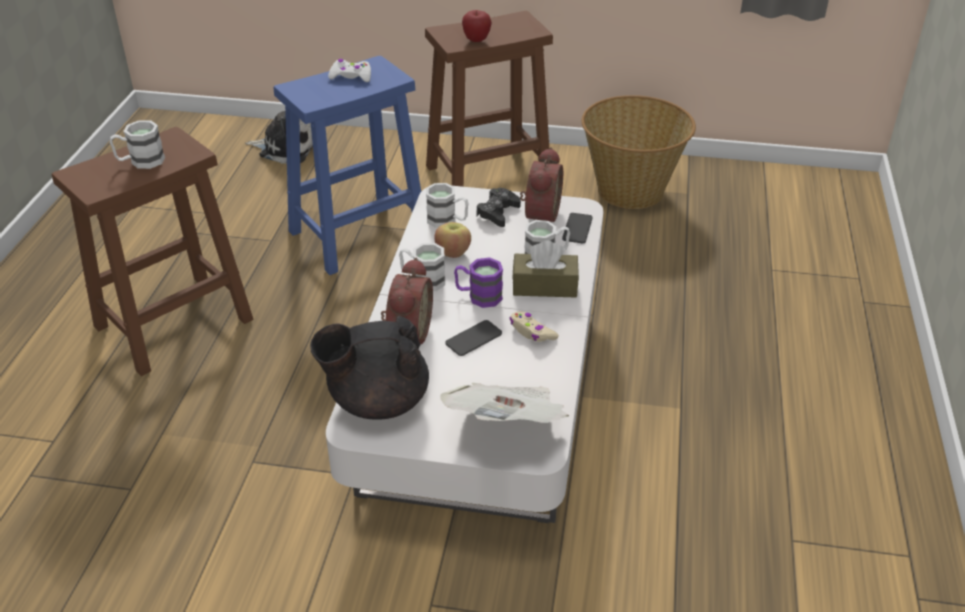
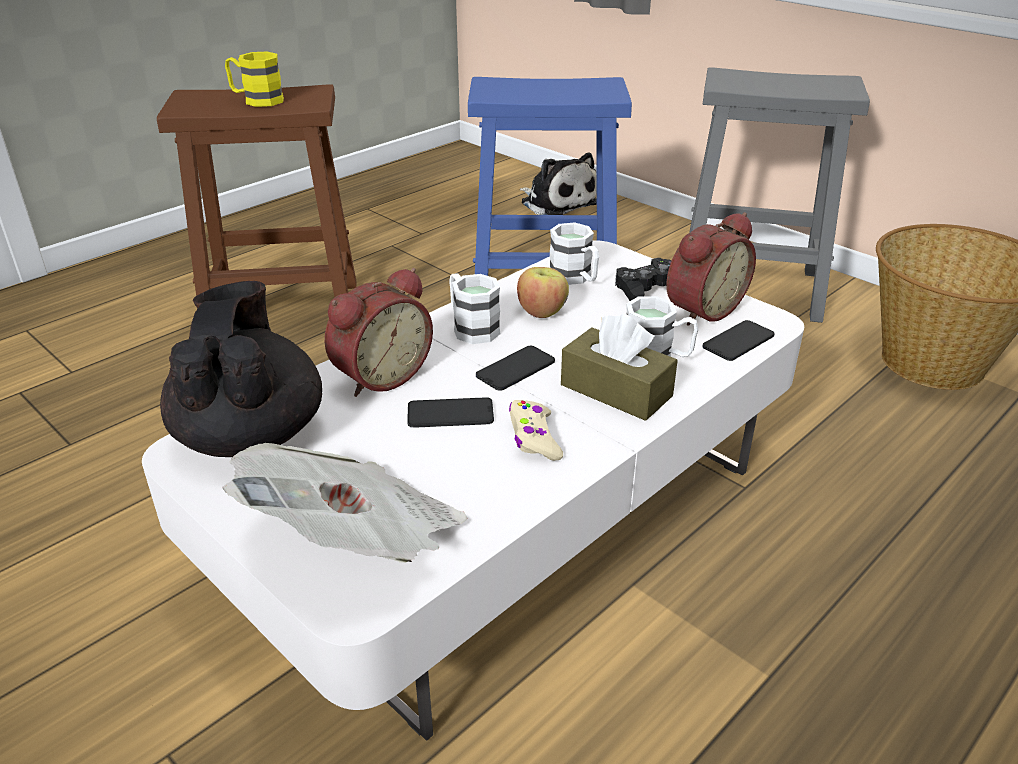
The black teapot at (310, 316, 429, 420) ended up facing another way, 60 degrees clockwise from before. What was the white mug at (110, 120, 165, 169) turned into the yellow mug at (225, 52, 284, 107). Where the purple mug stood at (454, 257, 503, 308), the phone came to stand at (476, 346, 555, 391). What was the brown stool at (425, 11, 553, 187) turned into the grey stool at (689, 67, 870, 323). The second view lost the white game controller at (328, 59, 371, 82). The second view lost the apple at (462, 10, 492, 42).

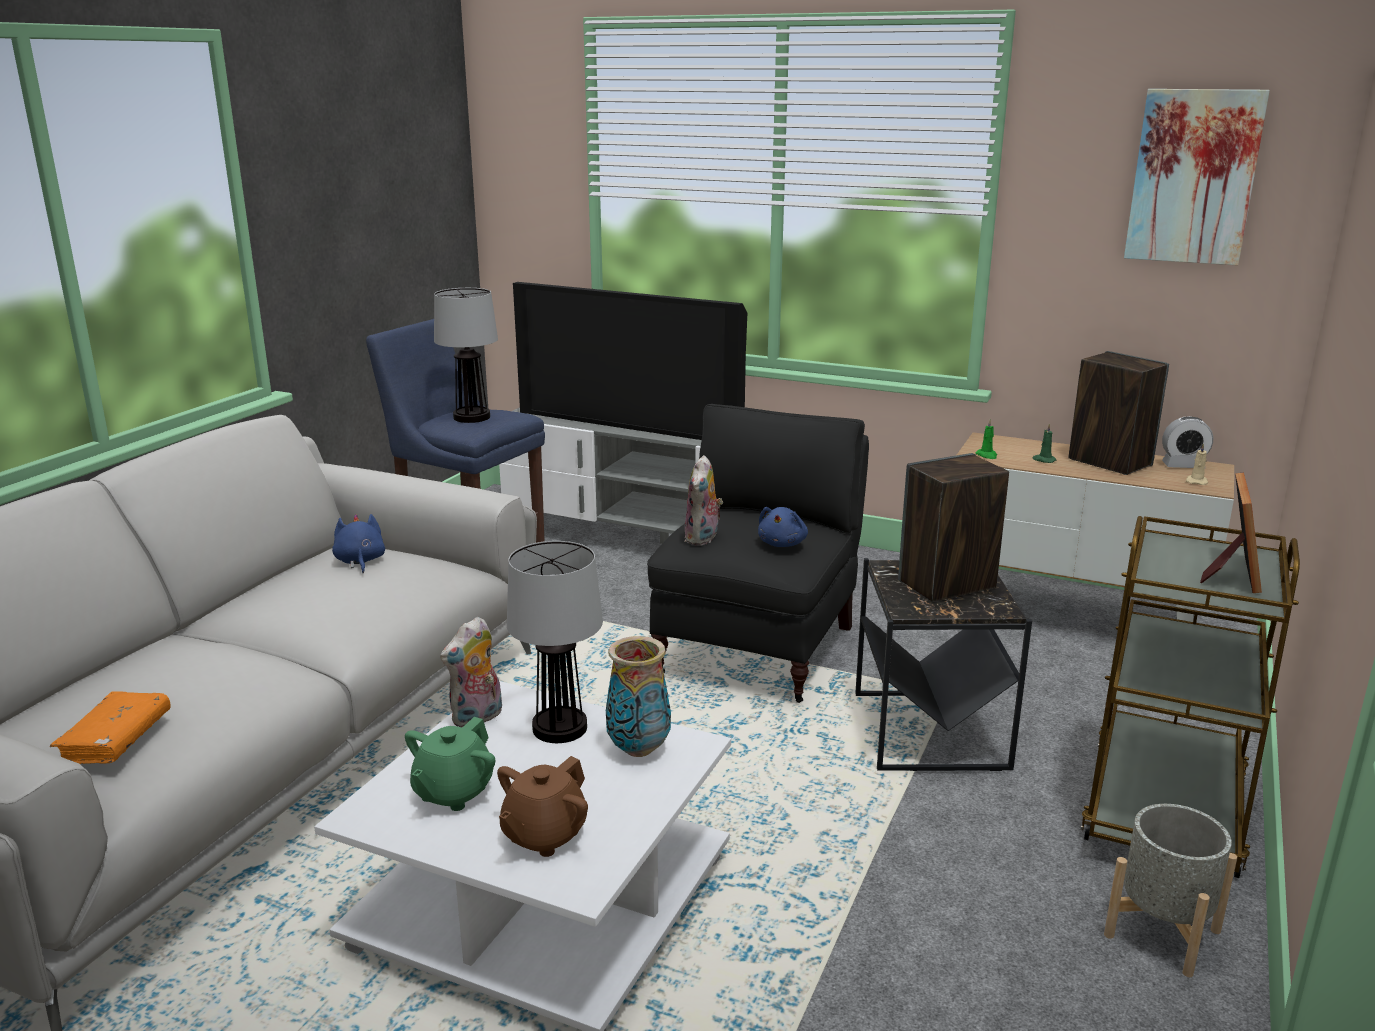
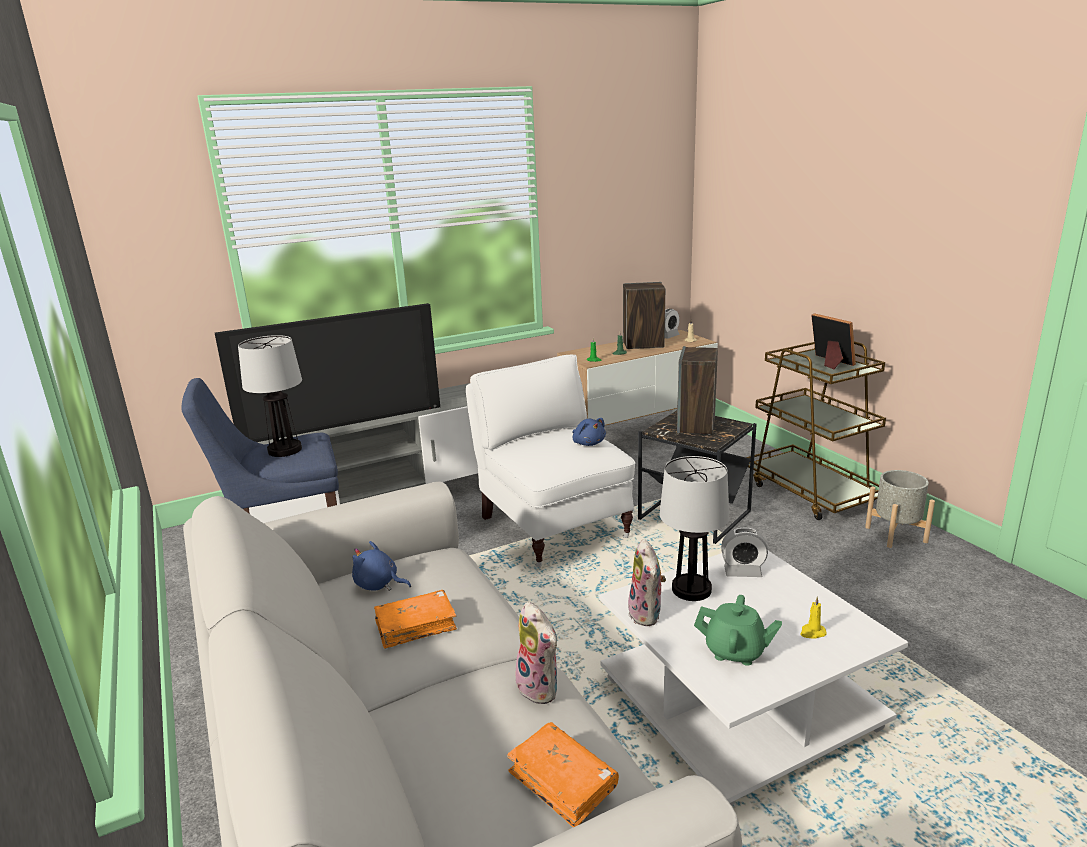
The second view gained the orange book at (374, 590, 457, 649). What was the black armchair at (647, 404, 869, 703) turned into the white armchair at (466, 354, 635, 567). The plush toy ended up elsewhere, having gone from (685, 455, 723, 545) to (515, 602, 558, 704). The green teapot at (405, 717, 495, 811) ended up facing another way, 45 degrees counterclockwise from before. Where the vase stood at (606, 636, 671, 757), the alarm clock came to stand at (721, 527, 768, 577). Where the brown teapot stood at (497, 756, 588, 857), the yellow candle came to stand at (800, 596, 826, 639). The second view lost the picture at (1124, 89, 1270, 265).

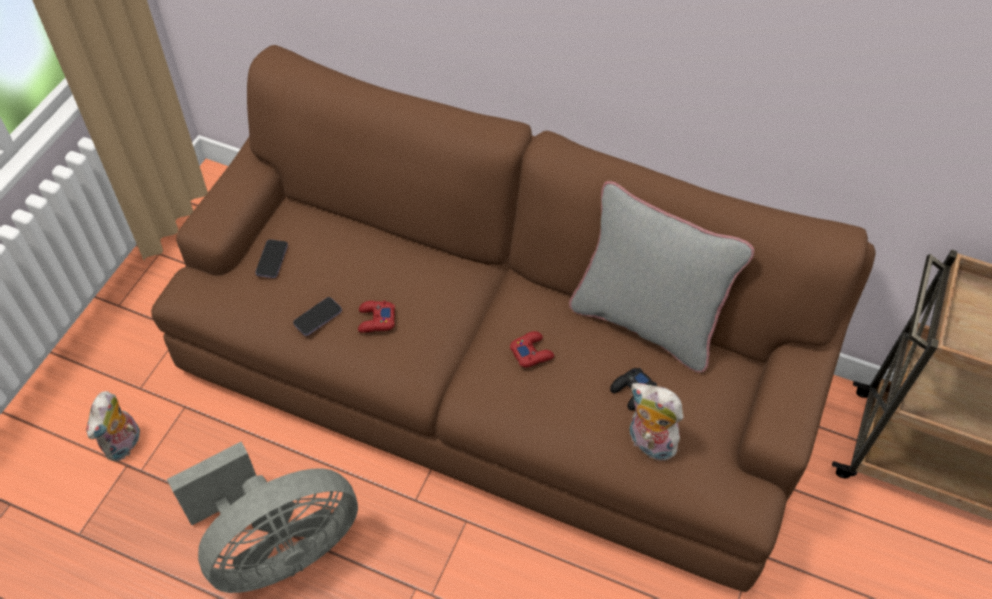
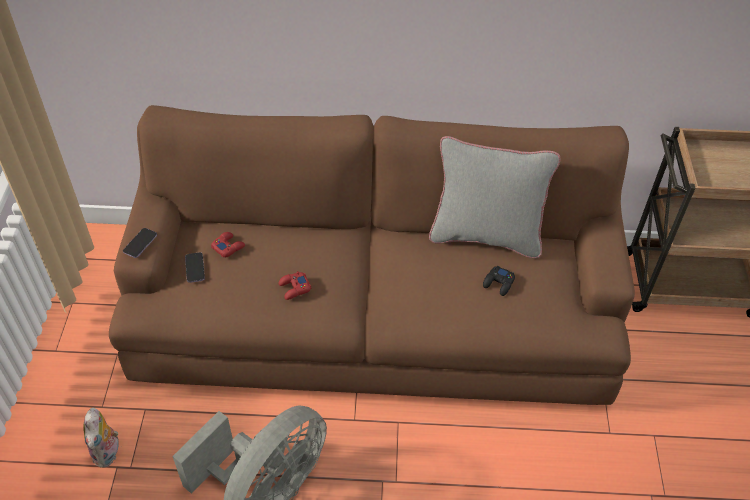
The phone ended up elsewhere, having gone from (293, 297, 342, 336) to (123, 228, 157, 258). The red game controller ended up elsewhere, having gone from (510, 331, 554, 368) to (211, 232, 245, 257). The second view lost the plush toy at (630, 383, 683, 461).

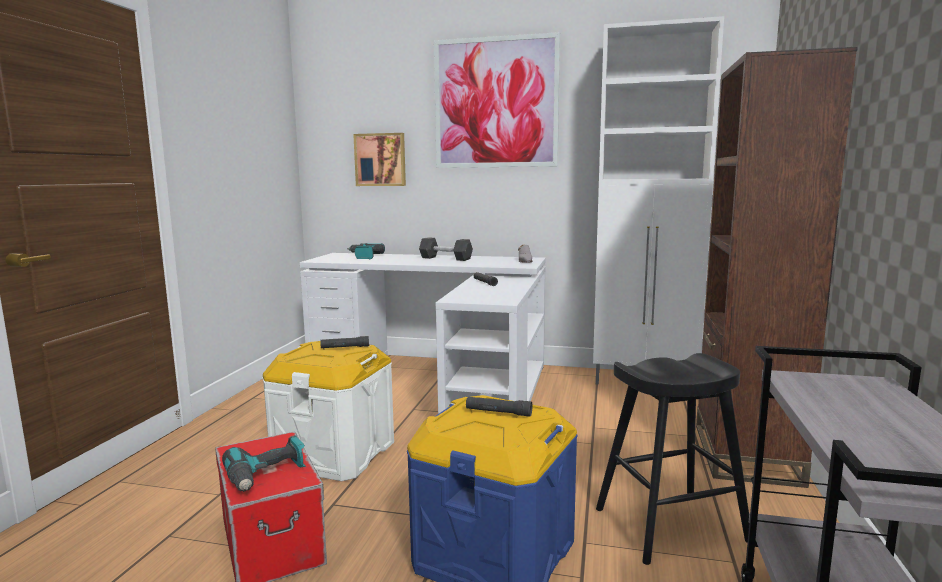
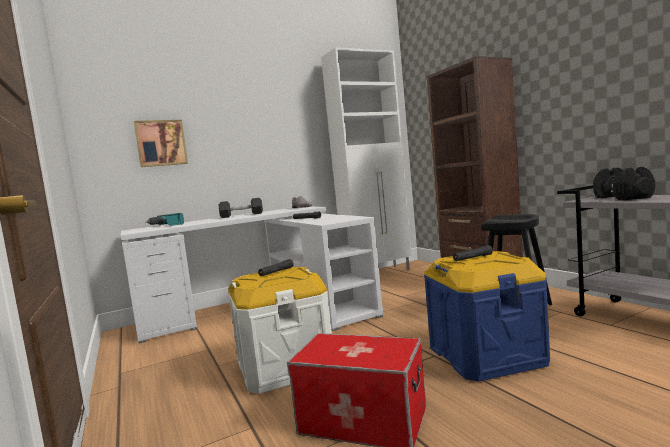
The second view gained the black dumbbell at (593, 167, 655, 200). The second view lost the power drill at (222, 435, 306, 492). The second view lost the picture at (434, 32, 560, 168).

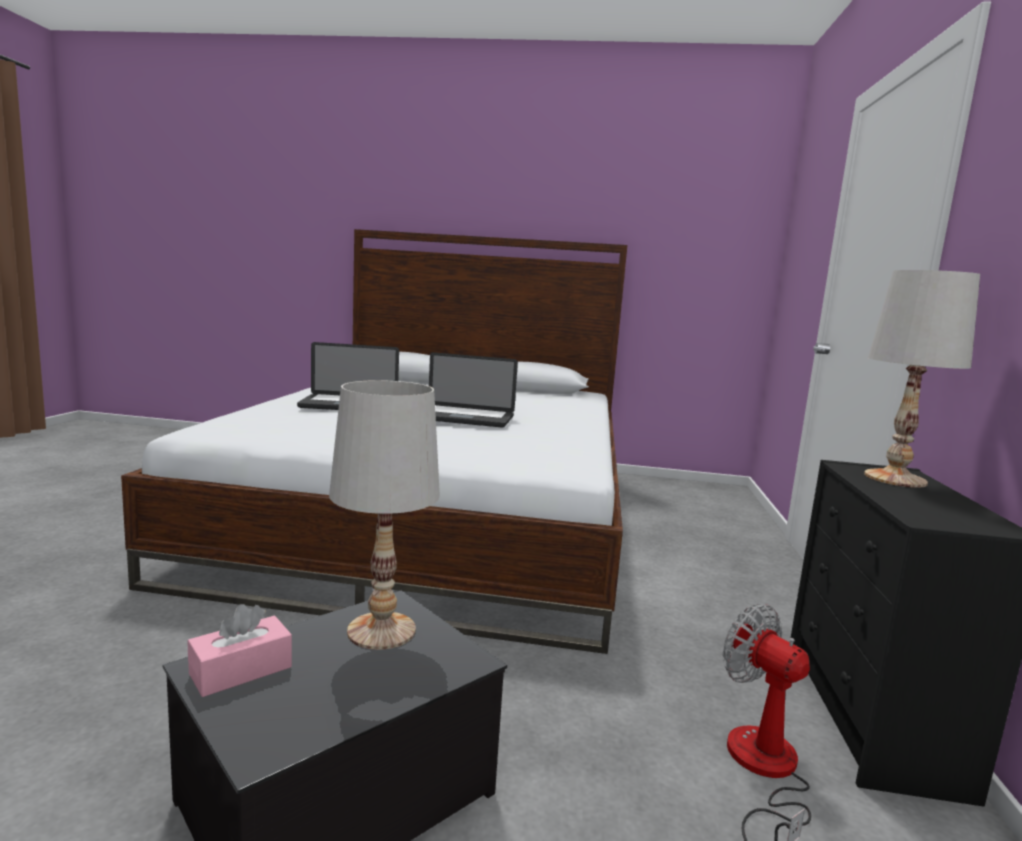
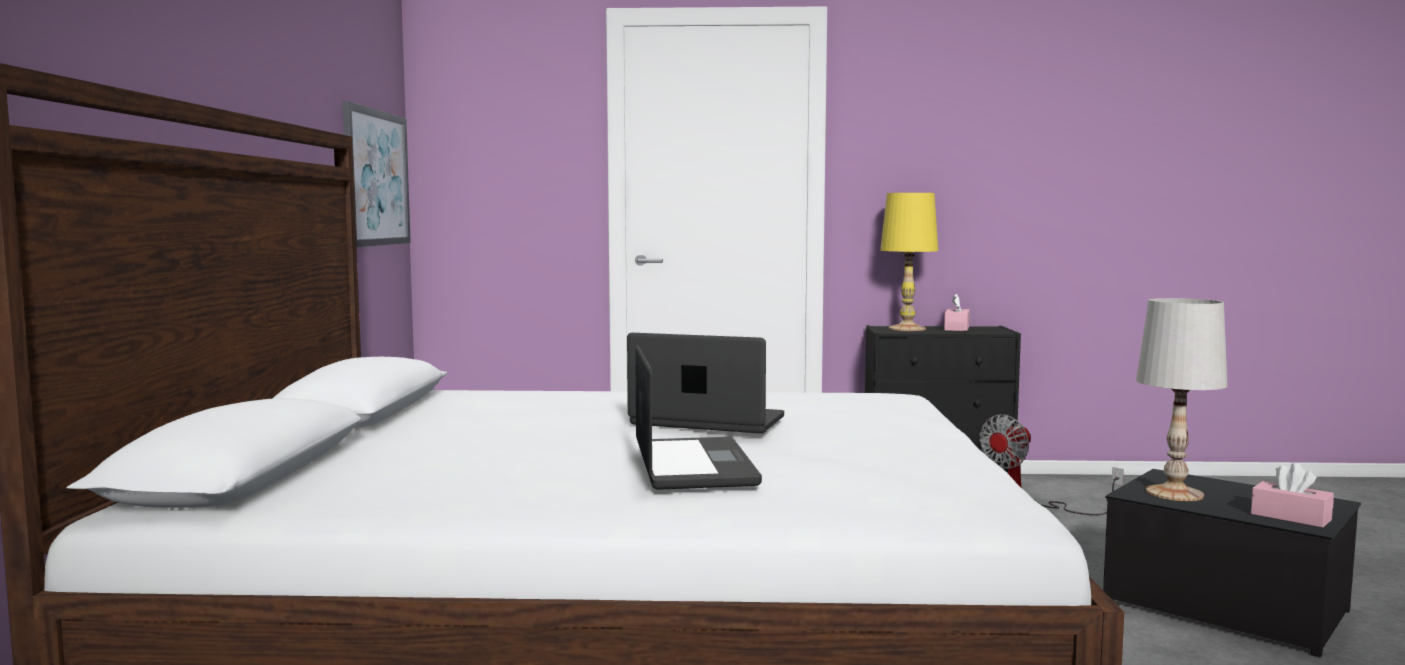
The second view gained the picture at (342, 101, 411, 247). The laptop at (429, 352, 518, 428) ended up facing another way, 75 degrees counterclockwise from before. What was the white table lamp at (864, 270, 980, 488) turned into the yellow table lamp at (880, 193, 938, 331). The second view gained the pink tissue box at (944, 294, 970, 331).

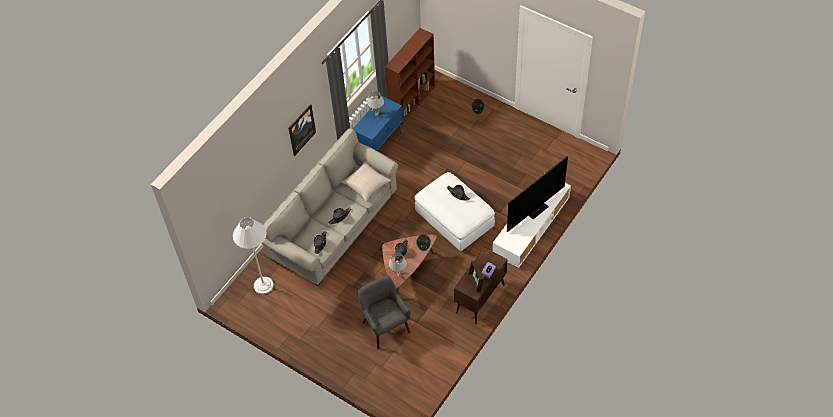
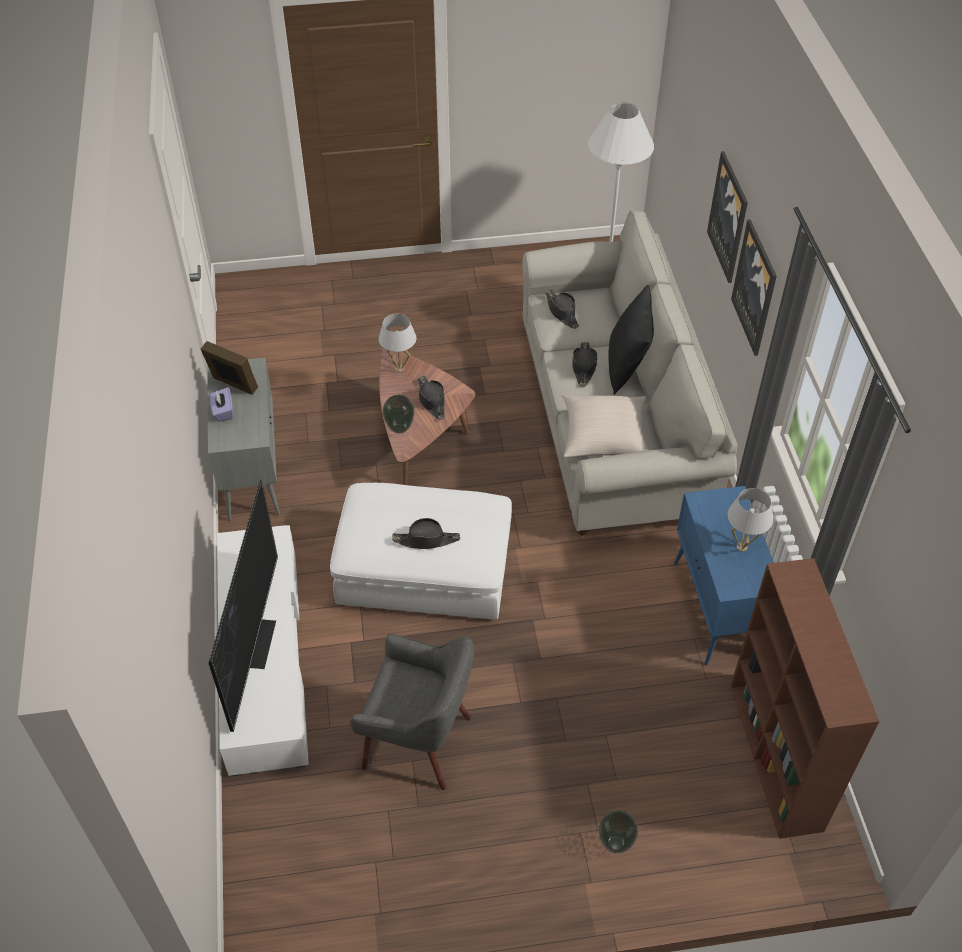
What was the brown cabinet at (454, 247, 507, 324) turned into the grey cabinet at (207, 358, 280, 521). The grey armchair ended up elsewhere, having gone from (358, 276, 410, 349) to (350, 634, 474, 790). The second view gained the black pillow at (608, 285, 654, 395). The second view gained the picture at (707, 151, 748, 283).

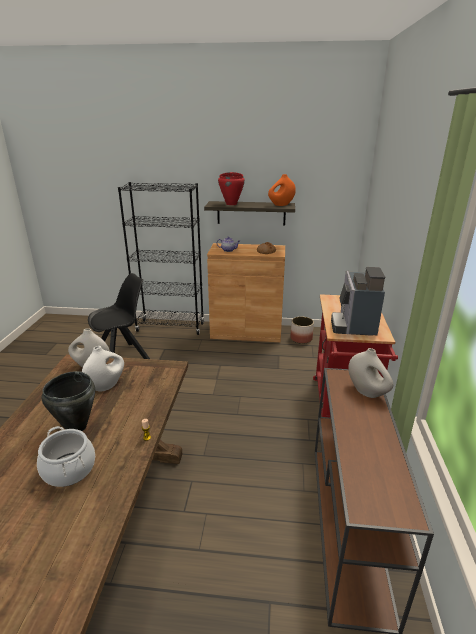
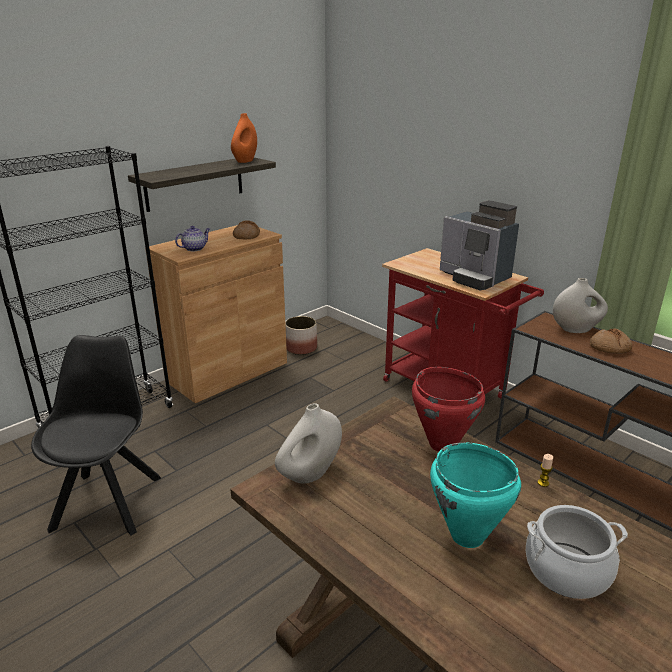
The red cooking pot ended up elsewhere, having gone from (218, 172, 245, 205) to (412, 367, 485, 452). What was the black cooking pot at (42, 371, 95, 431) turned into the turquoise cooking pot at (430, 442, 521, 548). The second view gained the bread at (590, 328, 633, 354). The second view lost the white vase at (82, 346, 124, 392).

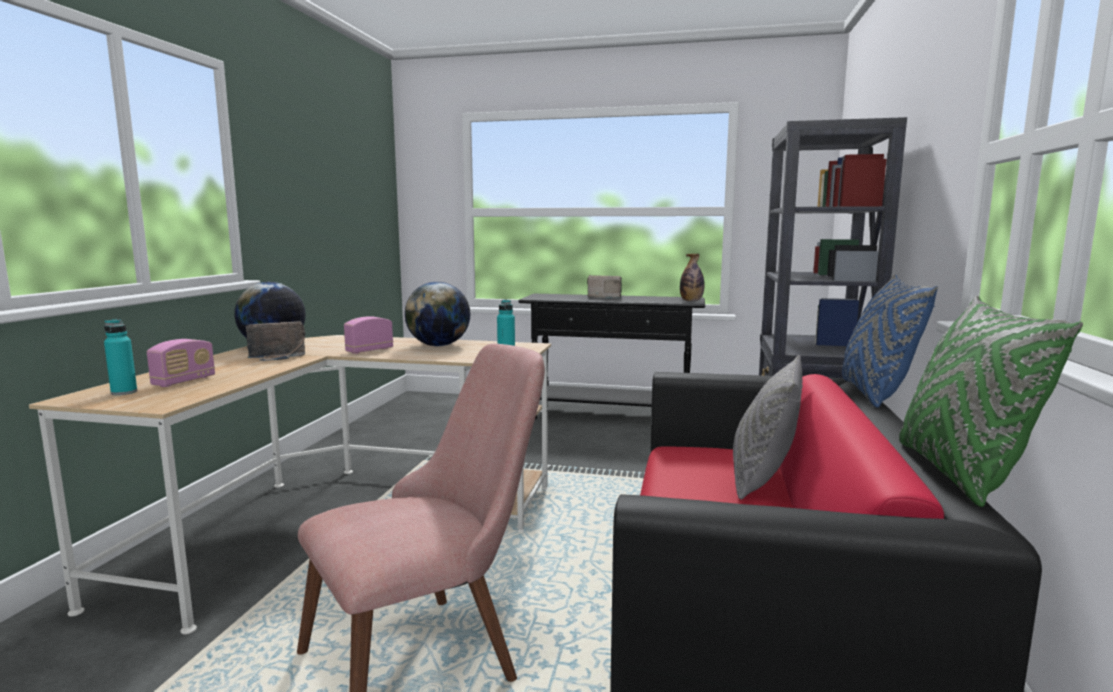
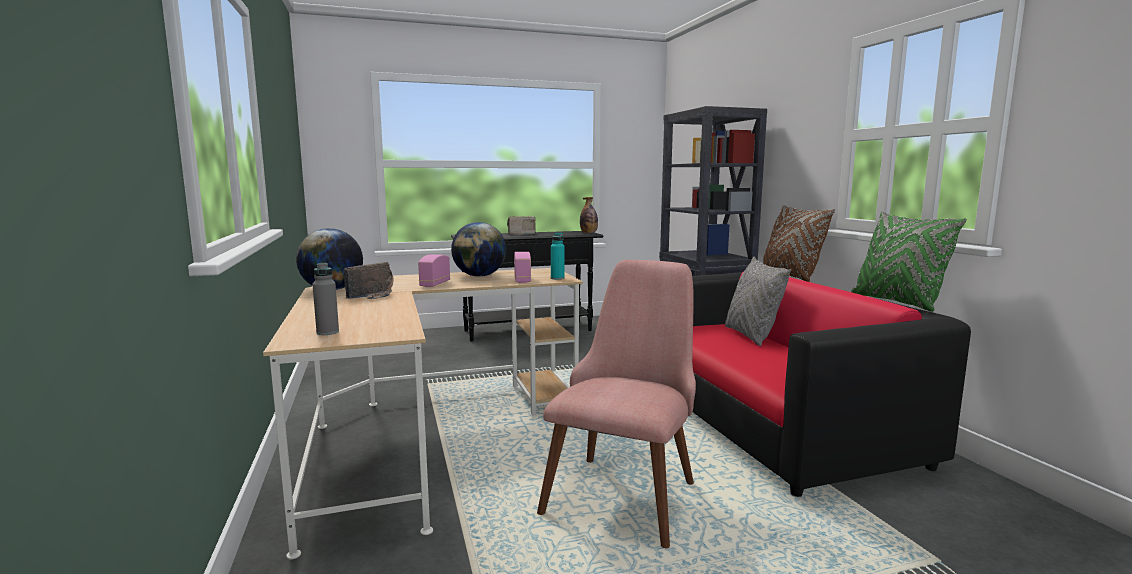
What was the turquoise bottle at (104, 319, 137, 395) turned into the grey bottle at (312, 262, 339, 335). The radio ended up elsewhere, having gone from (147, 339, 215, 387) to (514, 252, 531, 283). What was the blue pillow at (842, 274, 938, 408) turned into the brown pillow at (763, 205, 835, 282).

